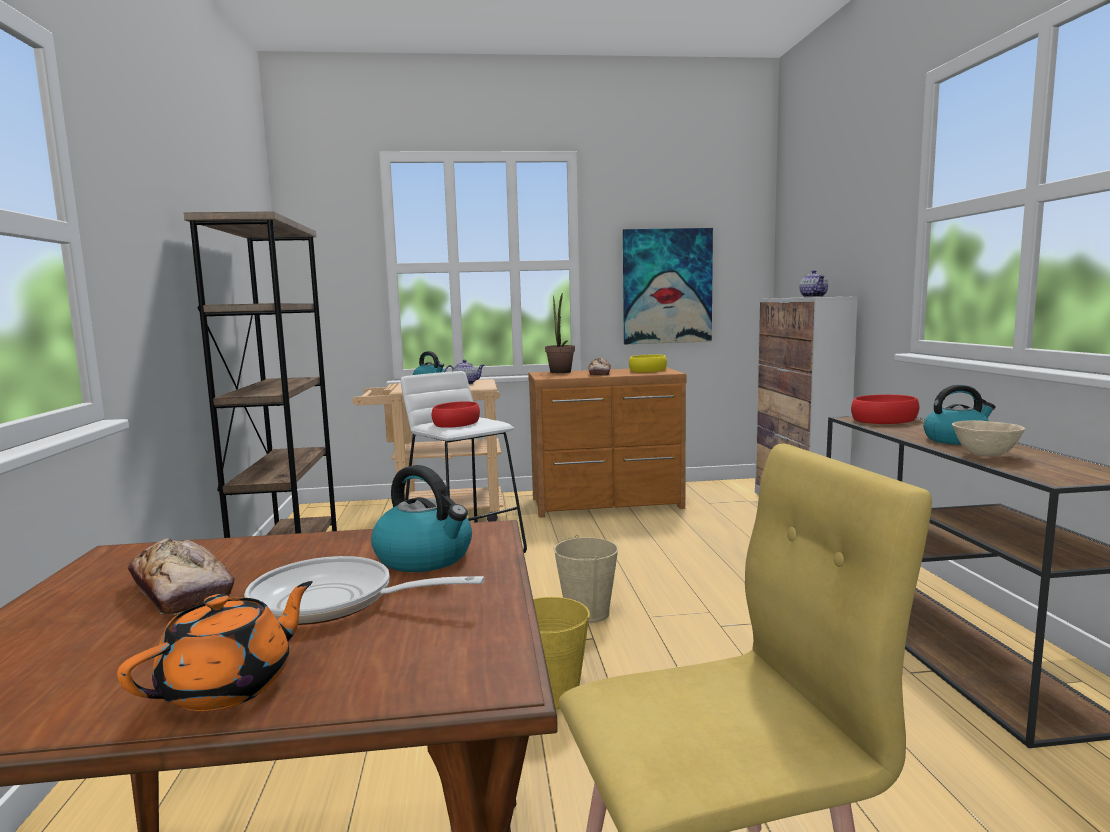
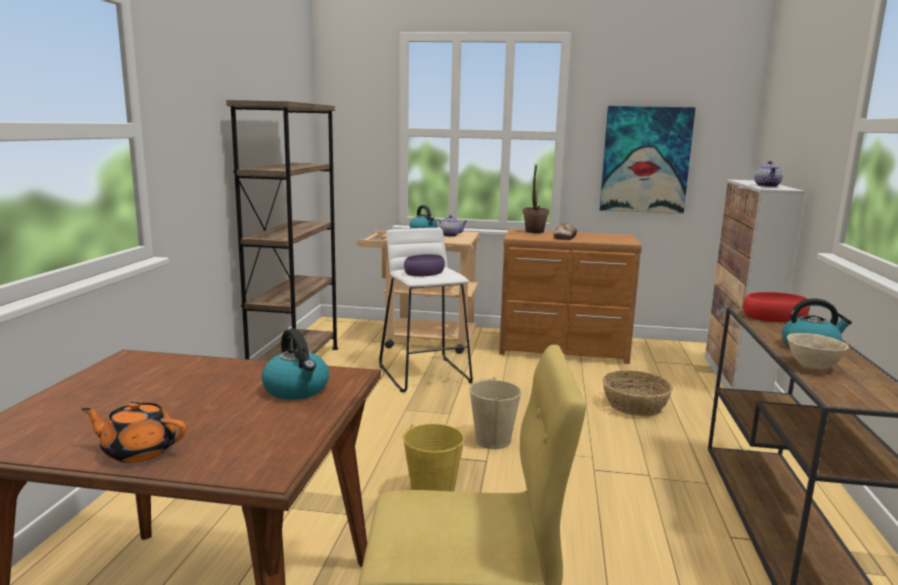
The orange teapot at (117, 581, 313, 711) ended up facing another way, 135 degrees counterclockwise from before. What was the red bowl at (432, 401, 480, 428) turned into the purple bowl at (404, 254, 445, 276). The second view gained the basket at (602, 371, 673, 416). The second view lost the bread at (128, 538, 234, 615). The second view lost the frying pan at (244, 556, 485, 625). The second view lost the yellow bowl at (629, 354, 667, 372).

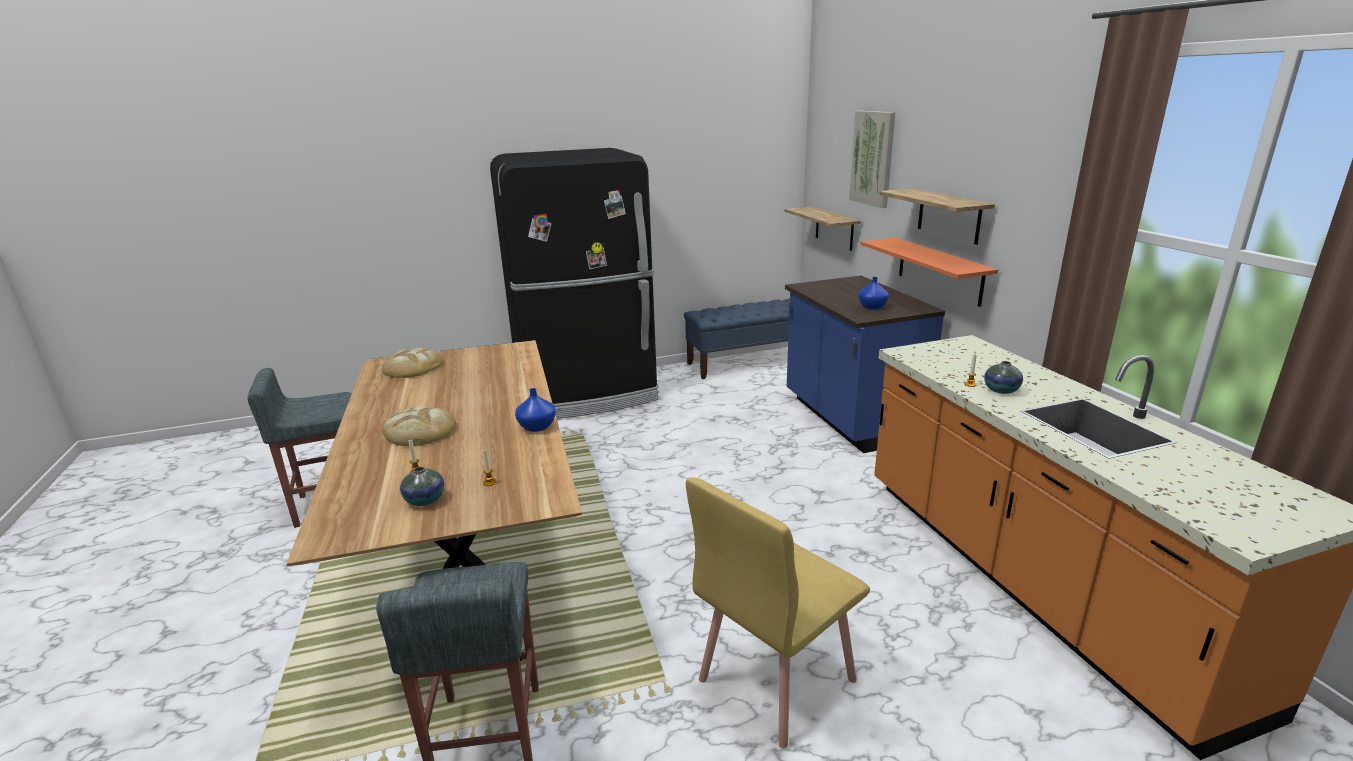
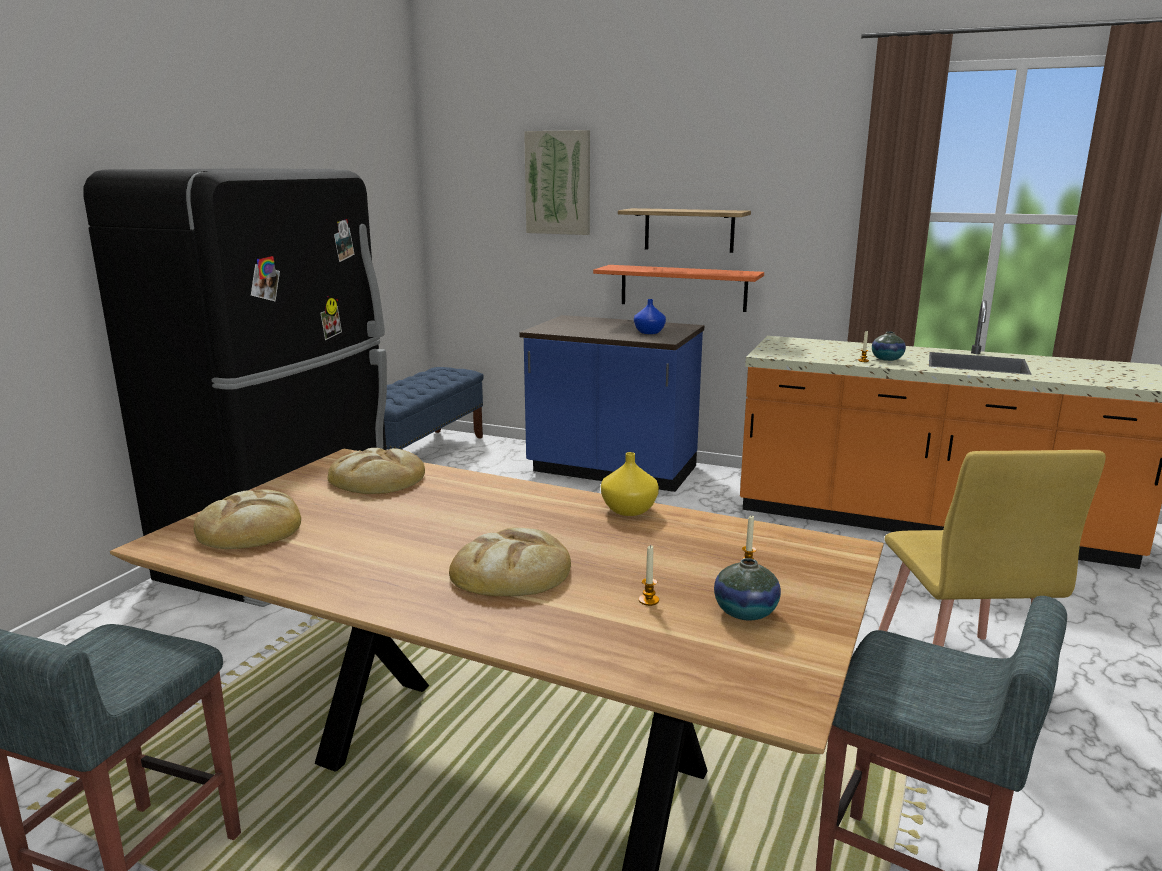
The second view gained the bread at (327, 448, 425, 494). What was the blue vase at (515, 388, 556, 432) turned into the yellow vase at (601, 452, 659, 516). The second view lost the shelf at (785, 206, 861, 251).

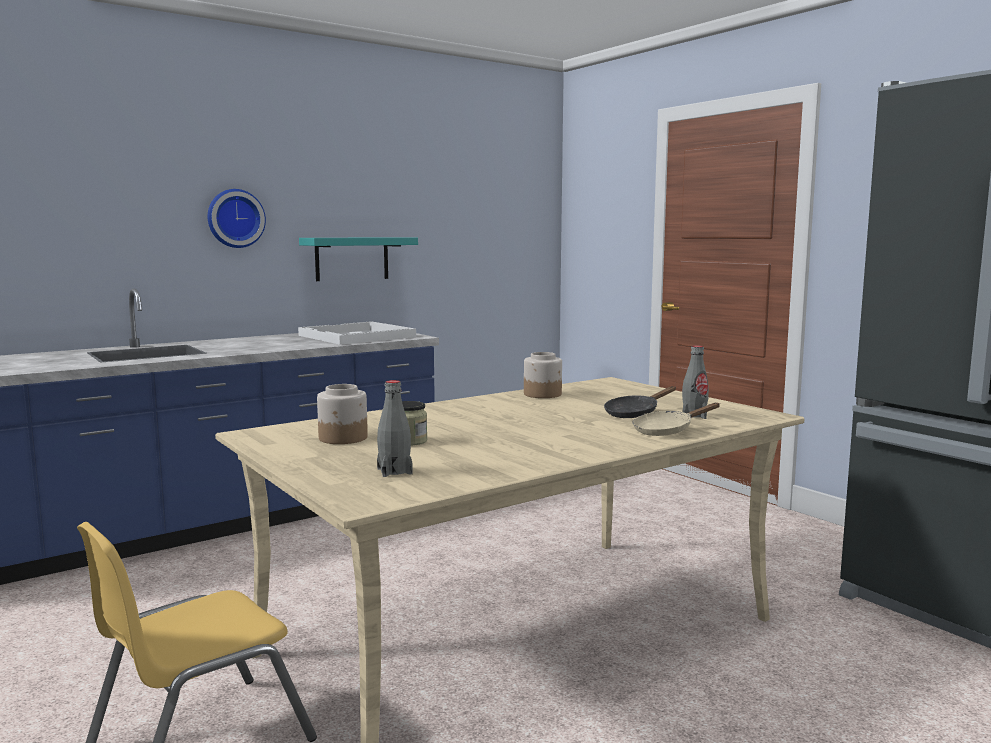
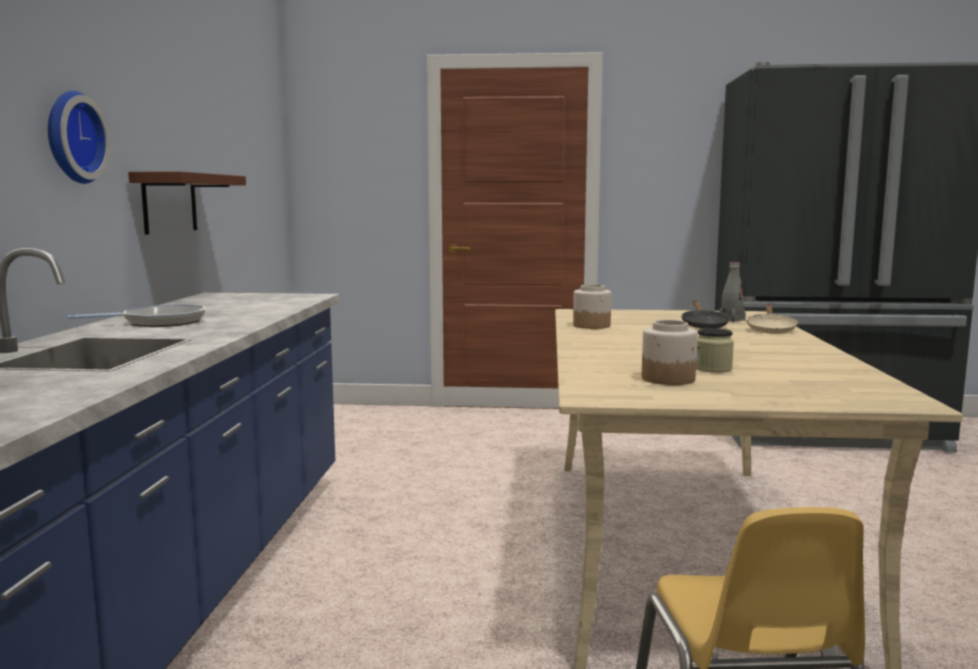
The second view gained the frying pan at (68, 304, 205, 327). What was the turquoise shelf at (299, 237, 418, 281) turned into the brown shelf at (128, 172, 246, 235). The second view lost the white tray at (298, 321, 416, 345). The second view lost the grey bottle at (377, 380, 413, 477).

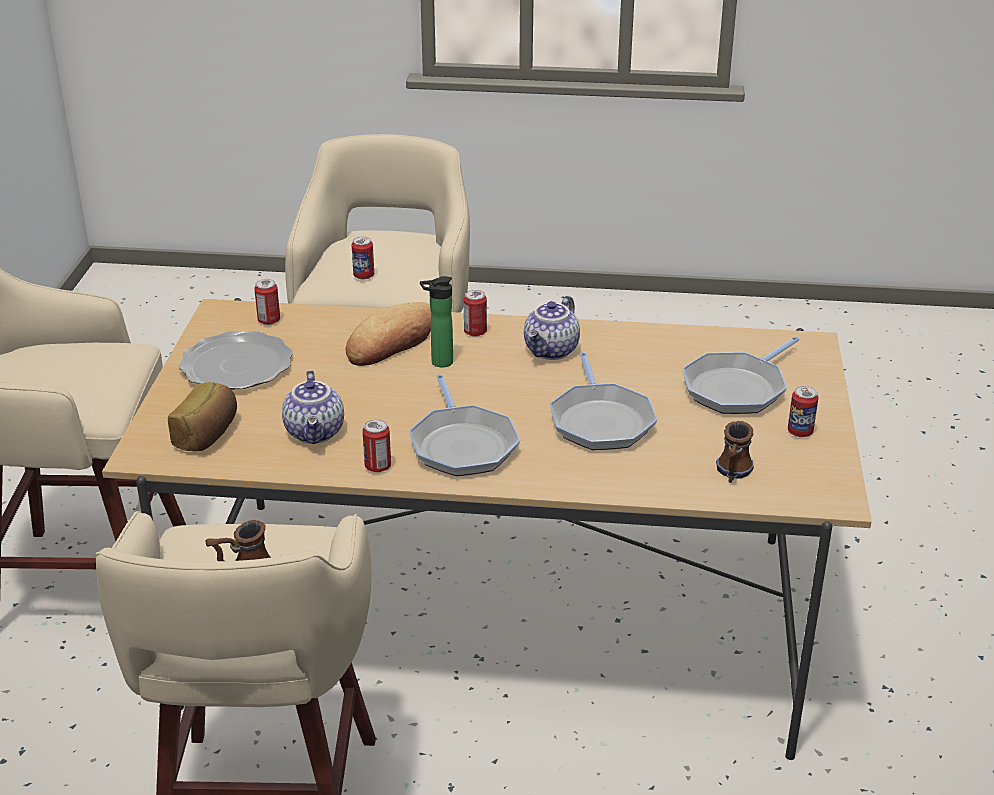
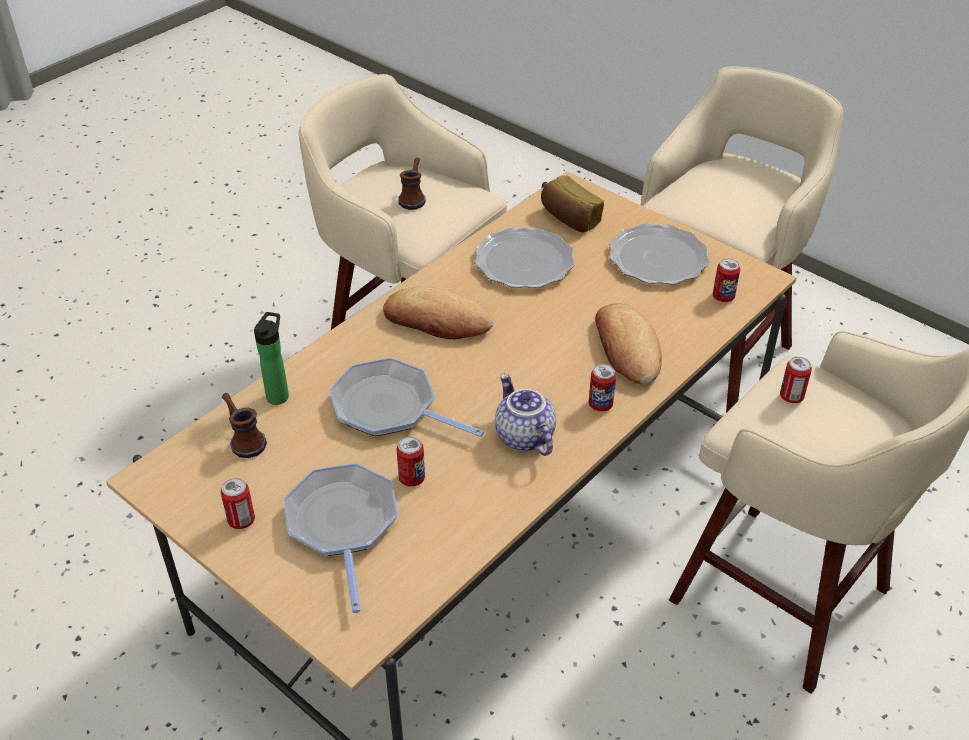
The bottle ended up elsewhere, having gone from (420, 276, 453, 367) to (254, 312, 289, 405). Where the frying pan stood at (409, 374, 520, 476), the bread came to stand at (383, 287, 493, 339). The can ended up elsewhere, having gone from (362, 419, 391, 472) to (397, 437, 425, 487). Where the teapot stood at (282, 370, 344, 444), the plate came to stand at (475, 227, 575, 288).

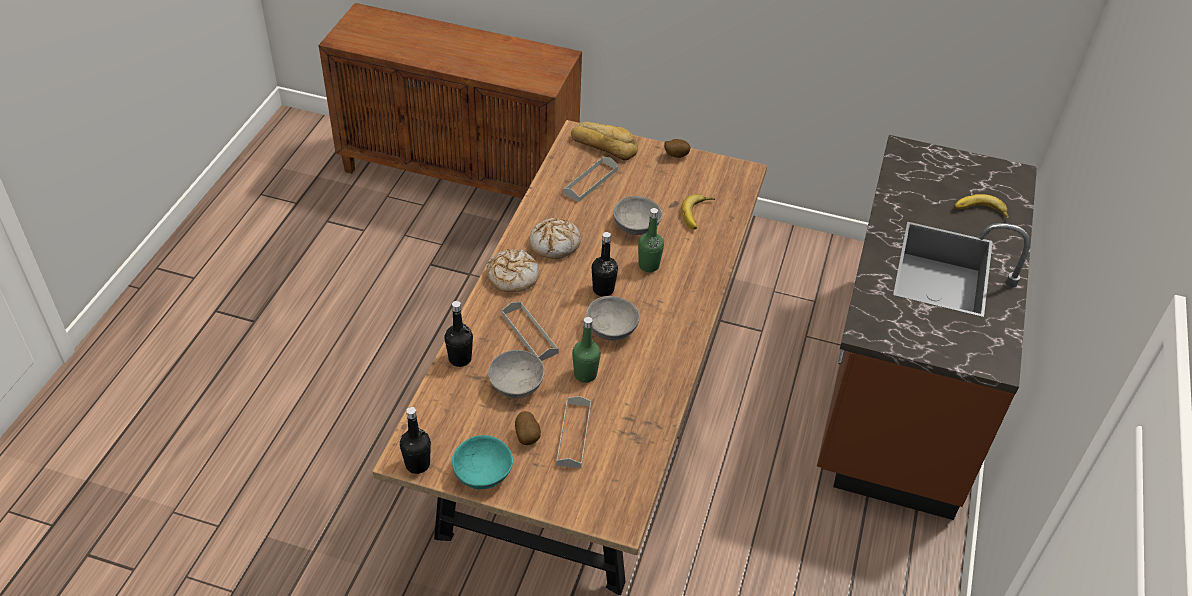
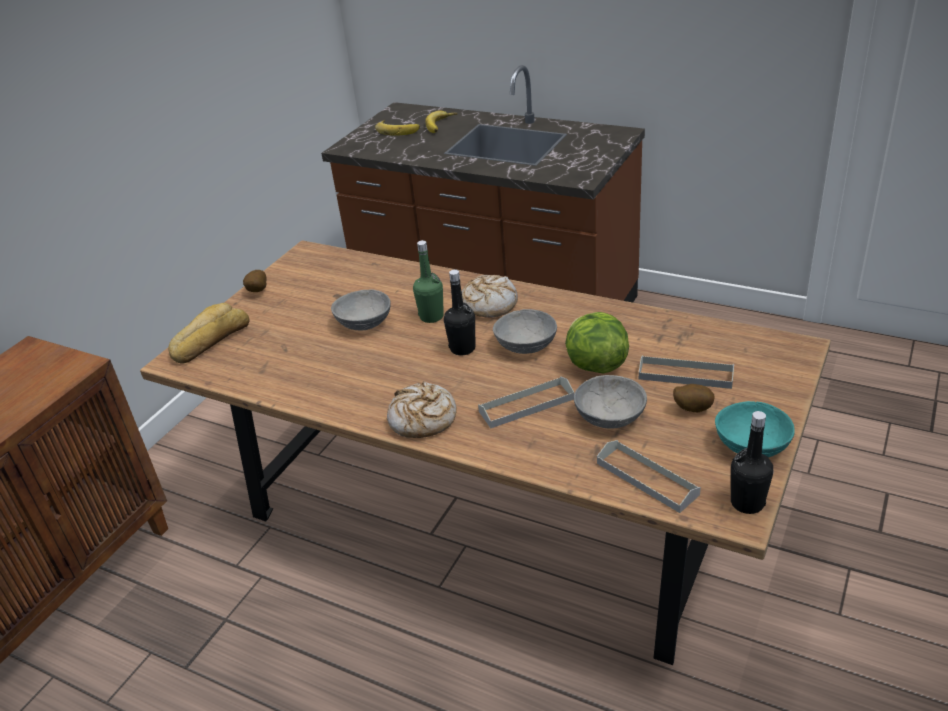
The banana ended up elsewhere, having gone from (681, 194, 715, 230) to (375, 120, 420, 136). The bread ended up elsewhere, having gone from (529, 218, 581, 259) to (461, 275, 518, 318). Where the green bottle stood at (572, 317, 601, 383), the lettuce came to stand at (565, 312, 629, 373). The grey tray ended up elsewhere, having gone from (563, 157, 618, 202) to (597, 440, 701, 513). The second view lost the black bottle at (445, 301, 473, 367).

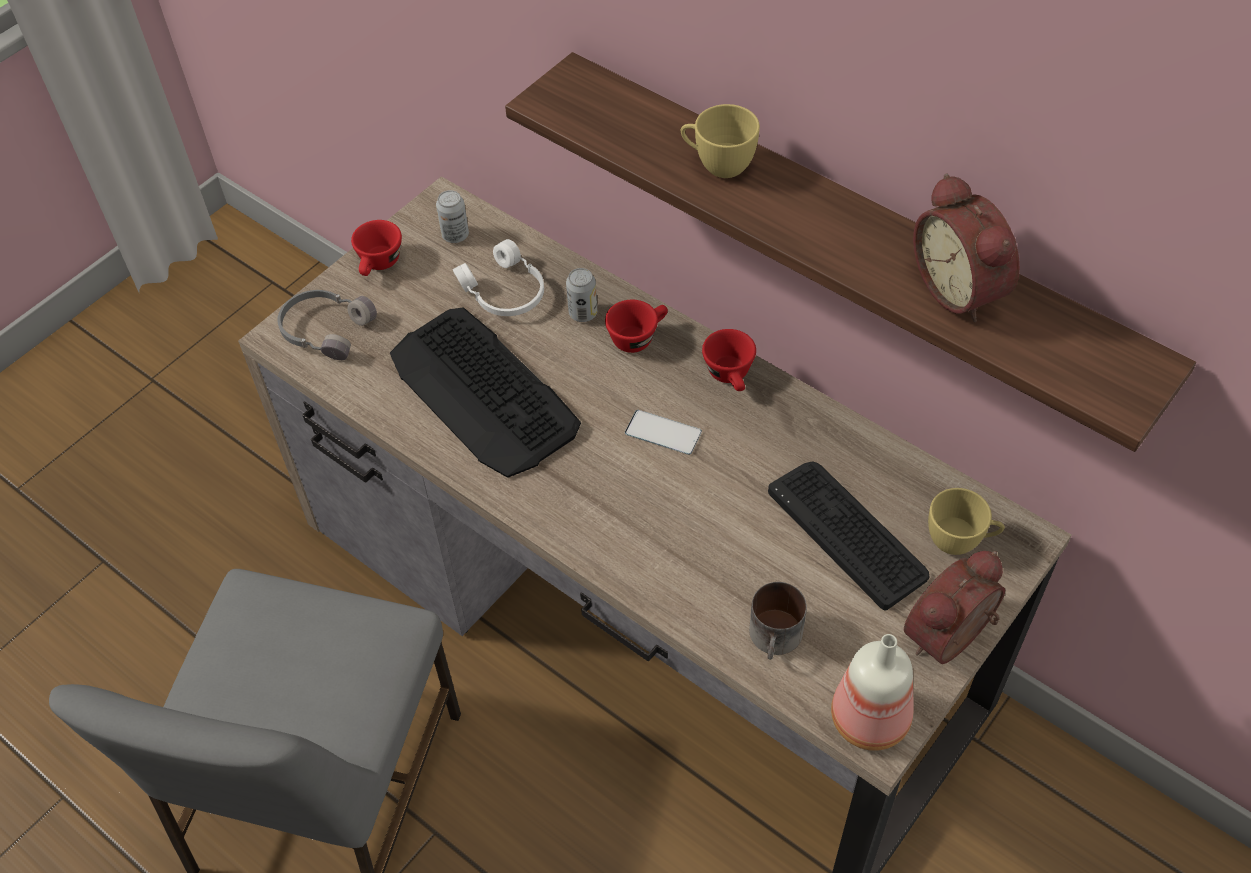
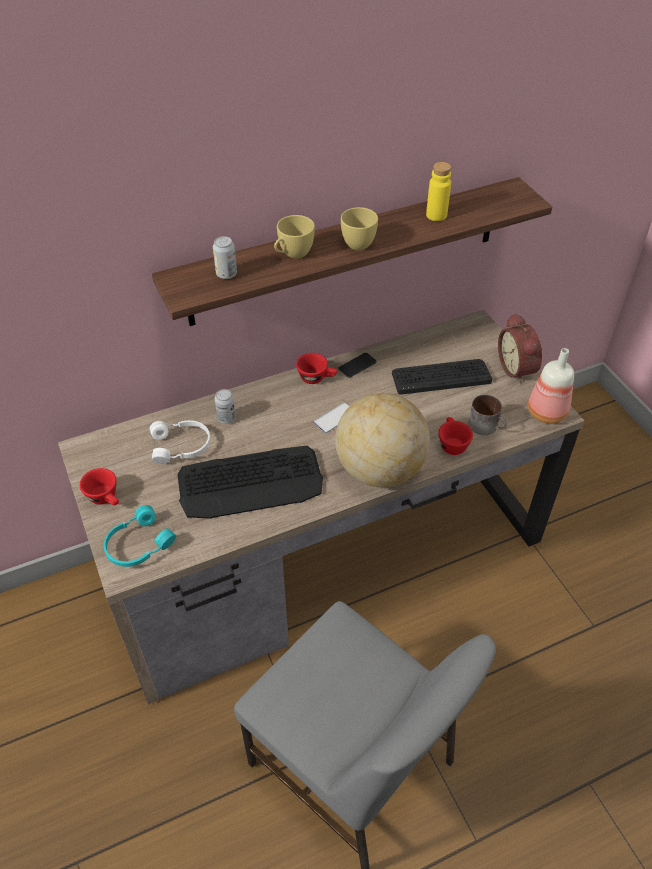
What was the grey headphones at (277, 290, 377, 360) turned into the turquoise headphones at (104, 505, 176, 567). The can ended up elsewhere, having gone from (436, 190, 469, 243) to (213, 236, 237, 279). The second view gained the globe at (335, 393, 430, 487). The second view gained the phone at (338, 353, 377, 378). The yellow cup ended up elsewhere, having gone from (928, 488, 1005, 555) to (341, 207, 378, 250). Where the alarm clock stood at (913, 173, 1020, 322), the yellow bottle came to stand at (426, 162, 451, 221). The red cup ended up elsewhere, having gone from (605, 300, 668, 353) to (438, 417, 473, 455).

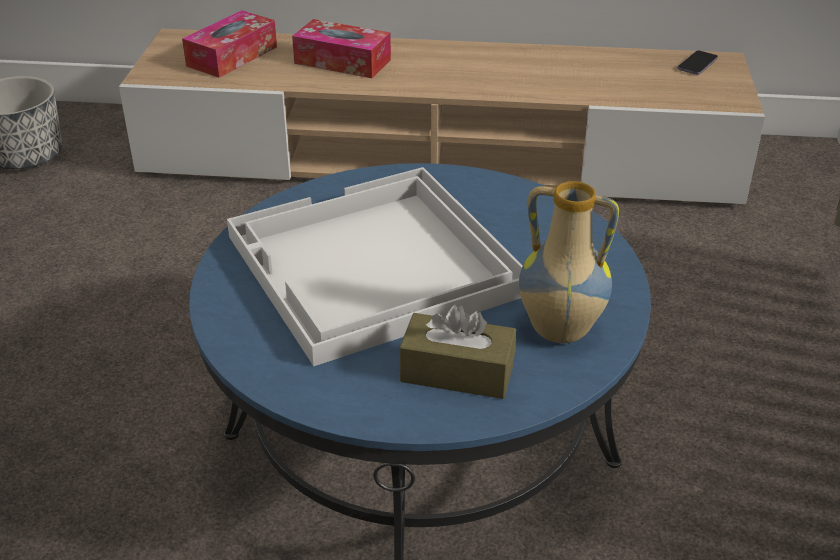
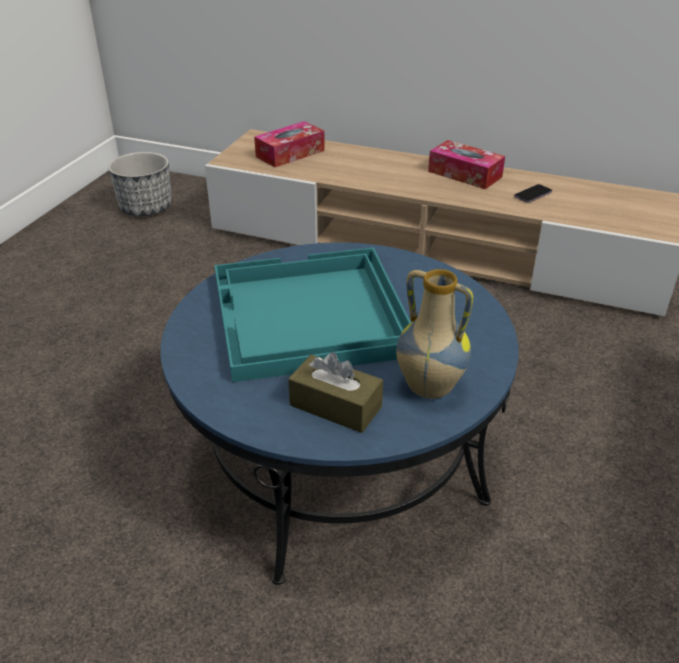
What was the white tray at (227, 167, 523, 366) turned into the turquoise tray at (215, 247, 411, 382). The tissue box ended up elsewhere, having gone from (292, 19, 391, 78) to (428, 140, 505, 189). The phone ended up elsewhere, having gone from (677, 51, 718, 75) to (514, 184, 552, 203).

